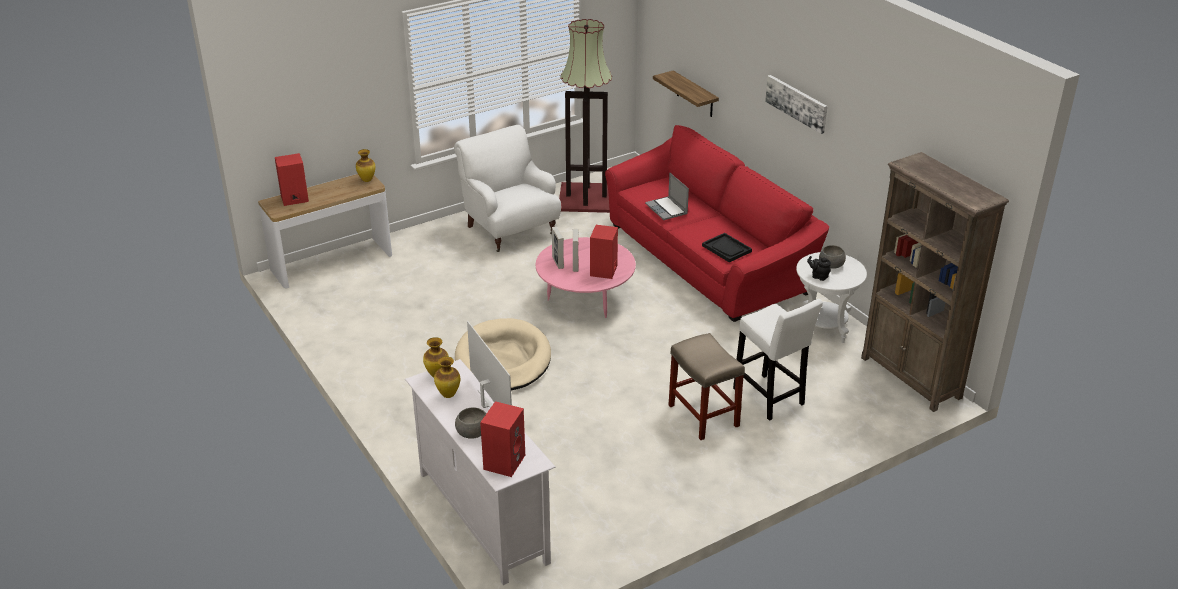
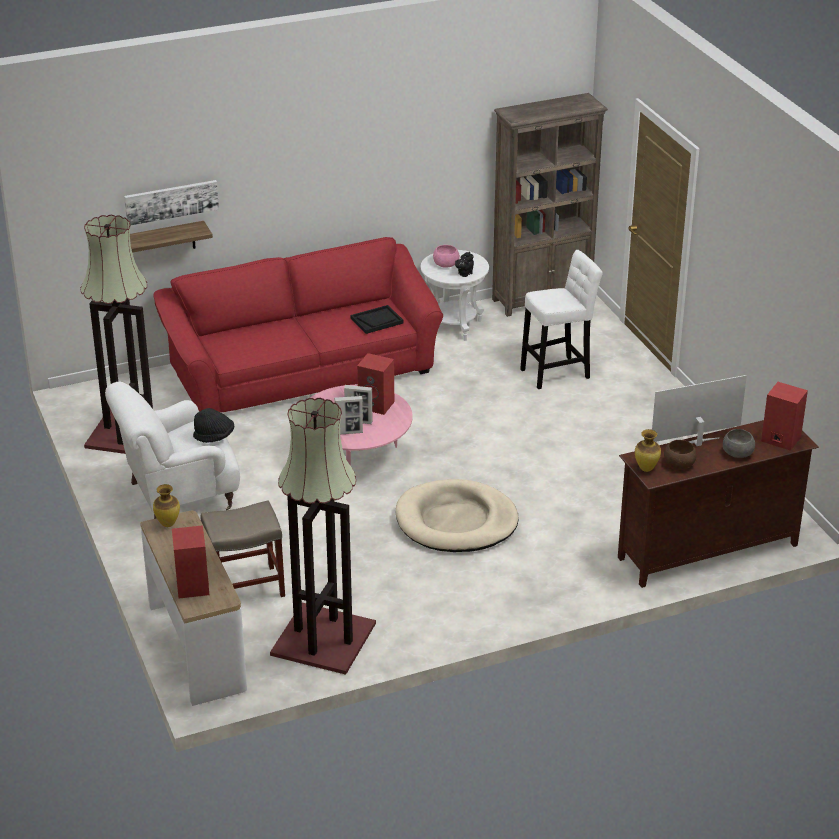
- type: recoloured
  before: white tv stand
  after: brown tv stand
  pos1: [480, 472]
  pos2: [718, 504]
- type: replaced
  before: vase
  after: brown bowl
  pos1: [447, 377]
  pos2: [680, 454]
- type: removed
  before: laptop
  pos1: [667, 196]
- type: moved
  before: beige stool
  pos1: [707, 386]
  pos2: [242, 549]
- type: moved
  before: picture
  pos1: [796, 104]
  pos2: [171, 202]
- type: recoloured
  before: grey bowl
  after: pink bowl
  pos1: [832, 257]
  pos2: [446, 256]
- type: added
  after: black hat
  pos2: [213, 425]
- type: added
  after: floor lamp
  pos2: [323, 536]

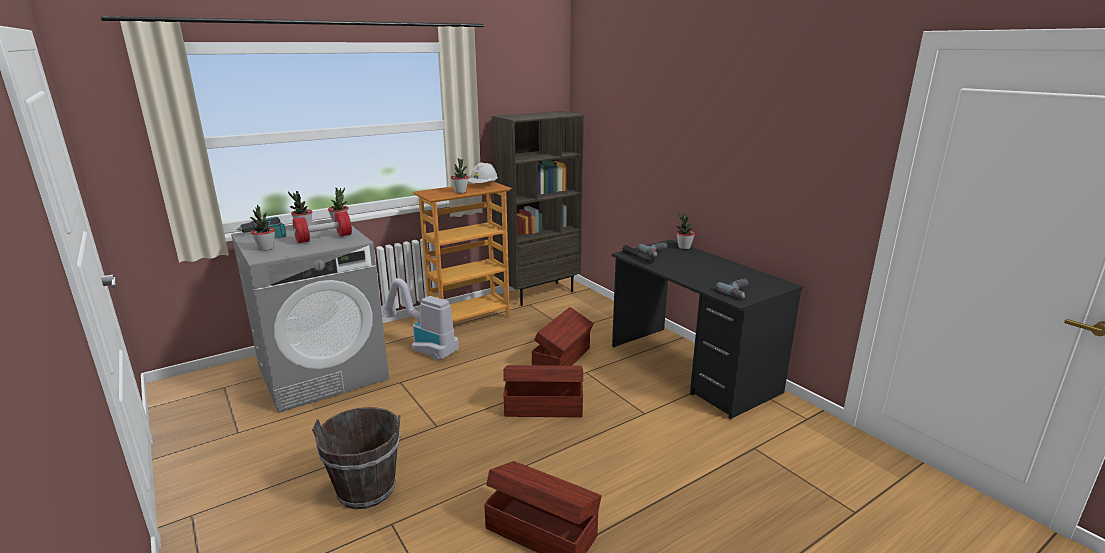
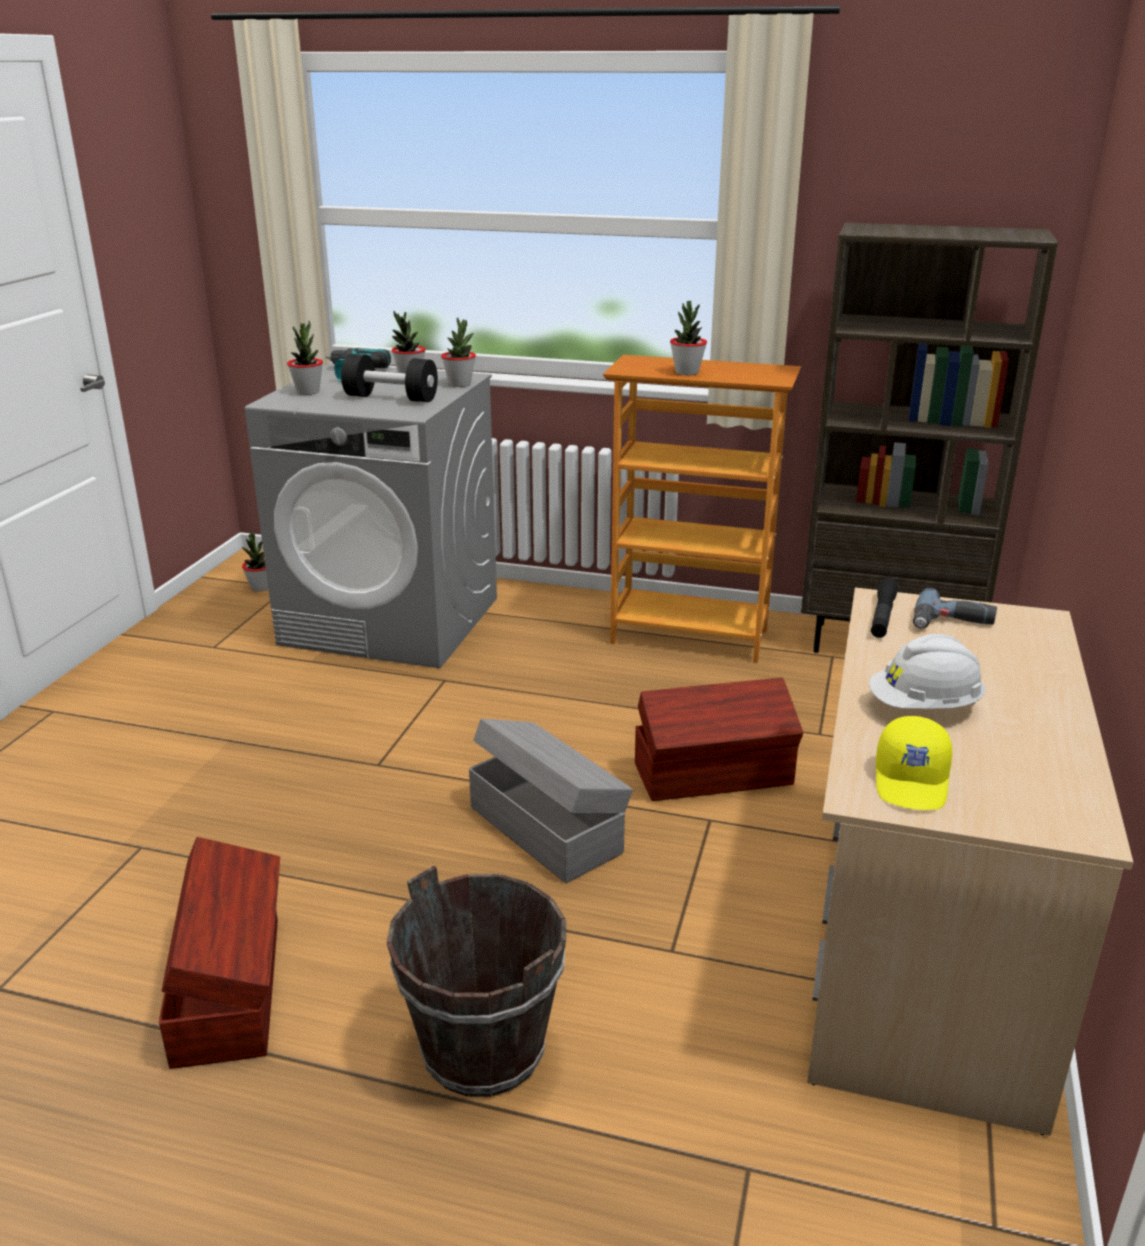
- type: recoloured
  before: red dumbbell
  after: black dumbbell
  pos1: [322, 227]
  pos2: [389, 378]
- type: moved
  before: brown bucket
  pos1: [356, 458]
  pos2: [476, 981]
- type: removed
  before: vacuum cleaner
  pos1: [420, 319]
- type: moved
  before: white hard hat
  pos1: [483, 173]
  pos2: [927, 671]
- type: recoloured
  before: brown storage box
  after: grey storage box
  pos1: [543, 391]
  pos2: [551, 801]
- type: recoloured
  before: black desk
  after: beige desk
  pos1: [707, 329]
  pos2: [970, 861]
- type: moved
  before: potted plant
  pos1: [685, 231]
  pos2: [254, 561]
- type: replaced
  before: power drill
  after: yellow cap
  pos1: [732, 288]
  pos2: [914, 763]

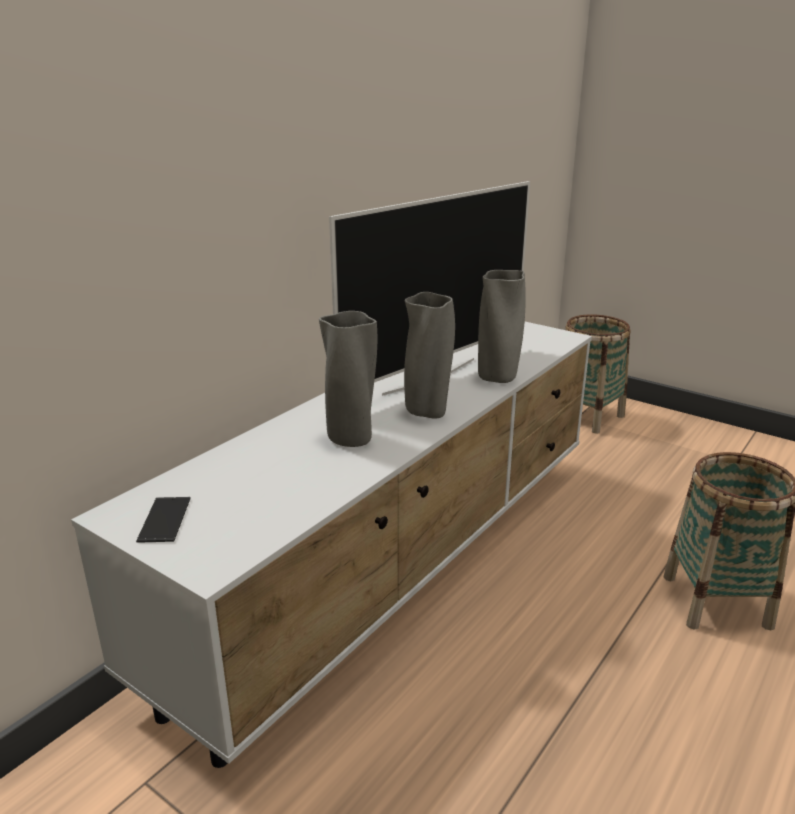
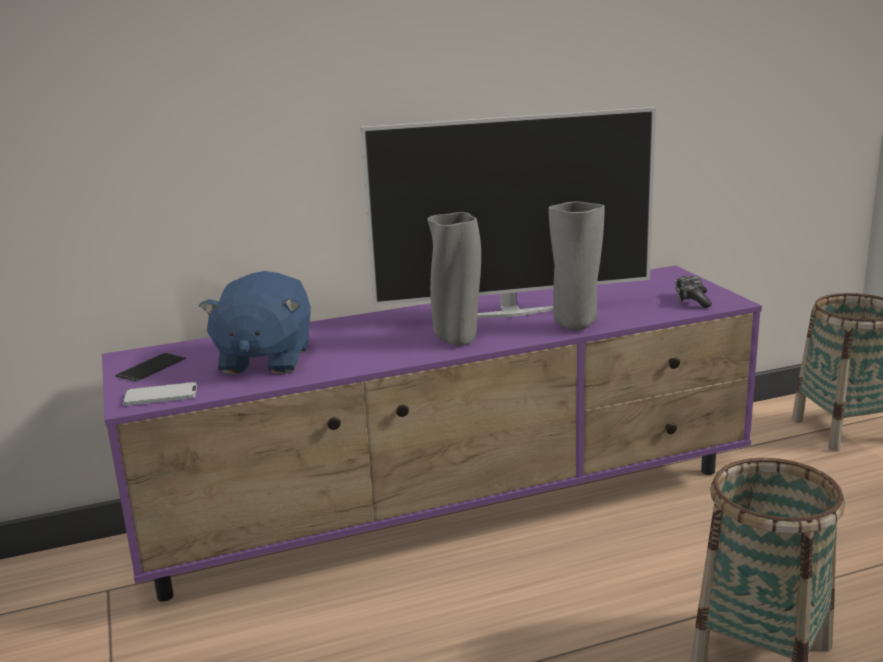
- type: recoloured
  before: white tv stand
  after: purple tv stand
  pos1: [331, 545]
  pos2: [432, 434]
- type: removed
  before: grey vase
  pos1: [348, 379]
- type: added
  after: phone
  pos2: [160, 394]
- type: added
  after: blue plush toy
  pos2: [255, 322]
- type: added
  after: game controller
  pos2: [693, 292]

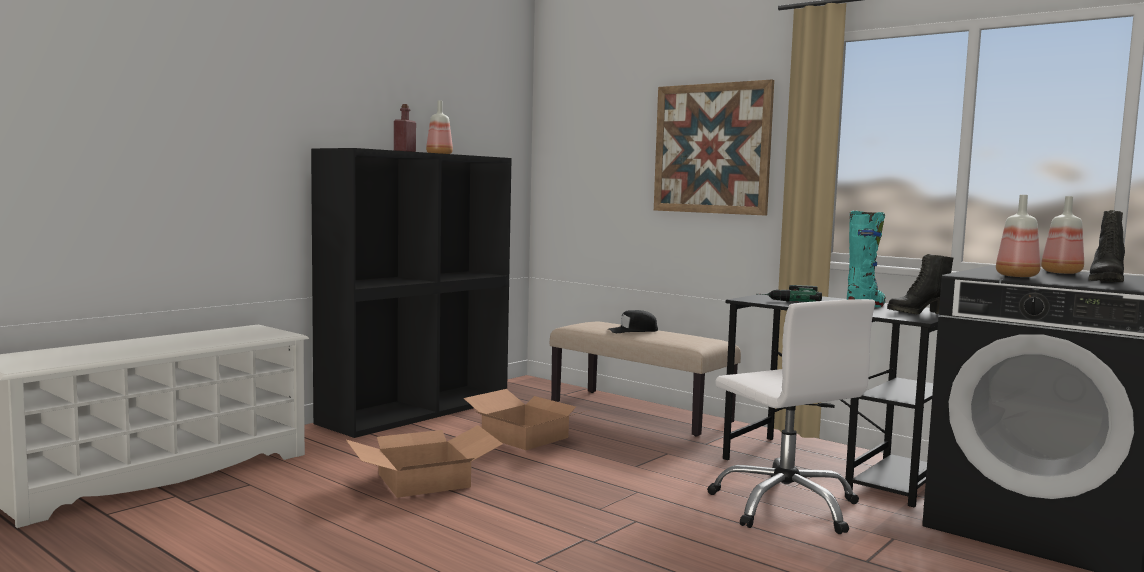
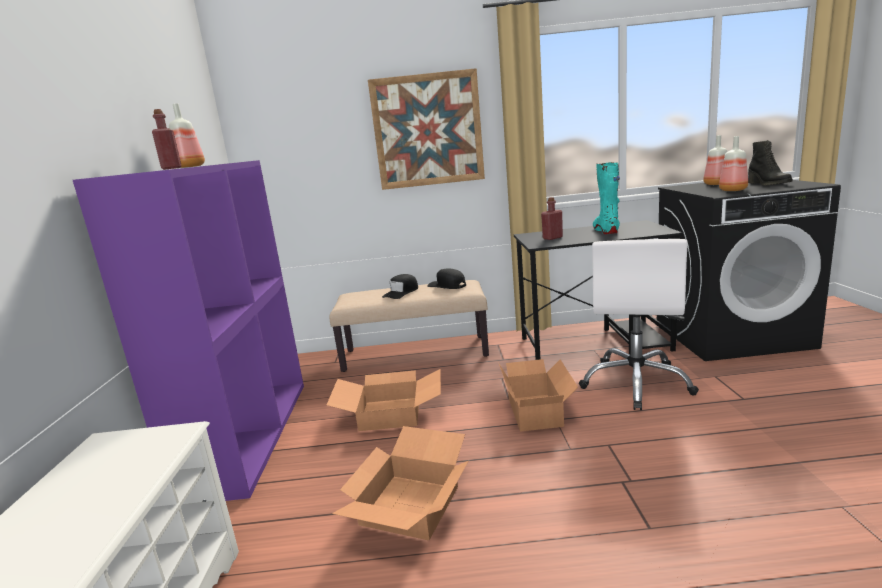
- type: recoloured
  before: black bookcase
  after: purple bookcase
  pos1: [411, 293]
  pos2: [188, 330]
- type: turned
  before: white office chair
  pos1: [791, 416]
  pos2: [639, 324]
  turn: 90
- type: replaced
  before: power drill
  after: red bottle
  pos1: [789, 293]
  pos2: [552, 218]
- type: removed
  before: black boot
  pos1: [920, 284]
- type: added
  after: black cap
  pos2: [446, 279]
- type: added
  after: cardboard box
  pos2: [538, 395]

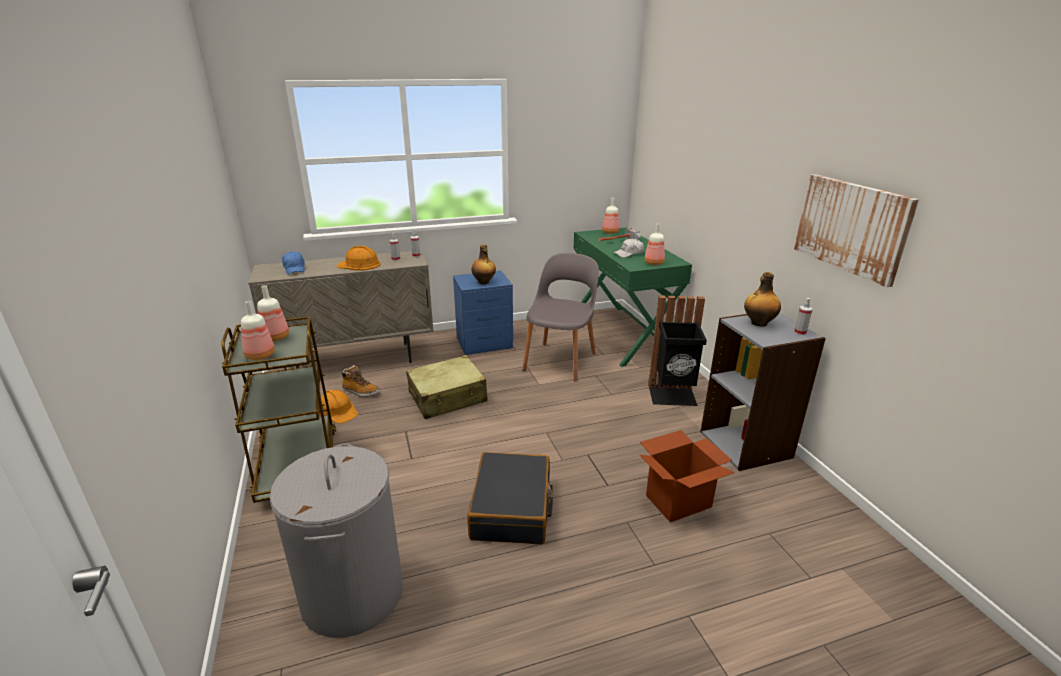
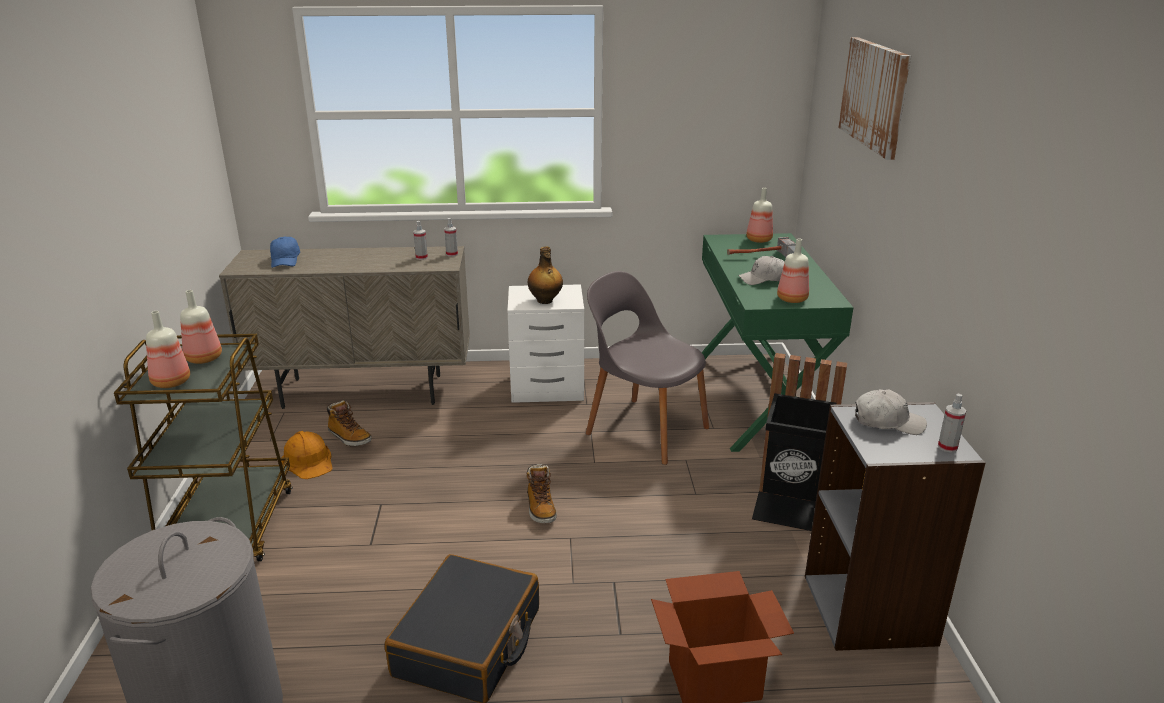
- type: removed
  before: orange hard hat
  pos1: [358, 258]
- type: removed
  before: beige suitcase
  pos1: [447, 387]
- type: recoloured
  before: blue nightstand
  after: white nightstand
  pos1: [483, 313]
  pos2: [545, 343]
- type: turned
  before: grey chair
  pos1: [560, 317]
  pos2: [647, 368]
  turn: -90
- type: replaced
  before: bottle
  after: white cap
  pos1: [762, 299]
  pos2: [891, 412]
- type: moved
  before: picture
  pos1: [856, 230]
  pos2: [874, 98]
- type: added
  after: boot
  pos2: [542, 493]

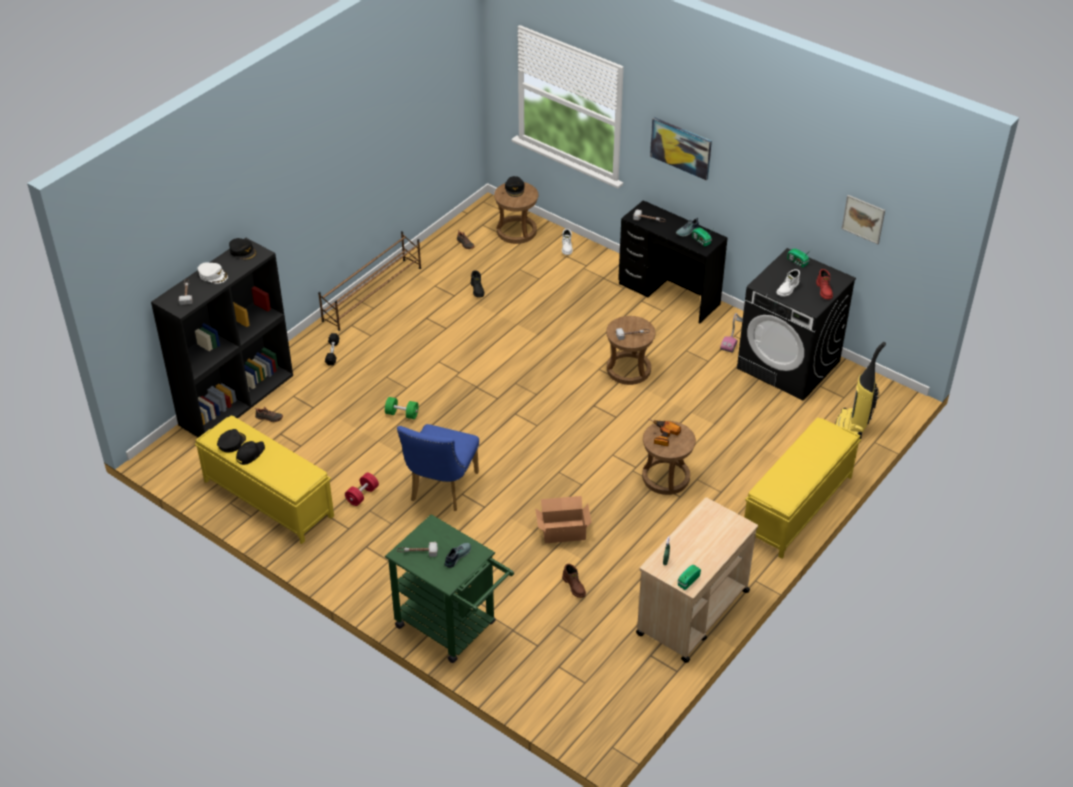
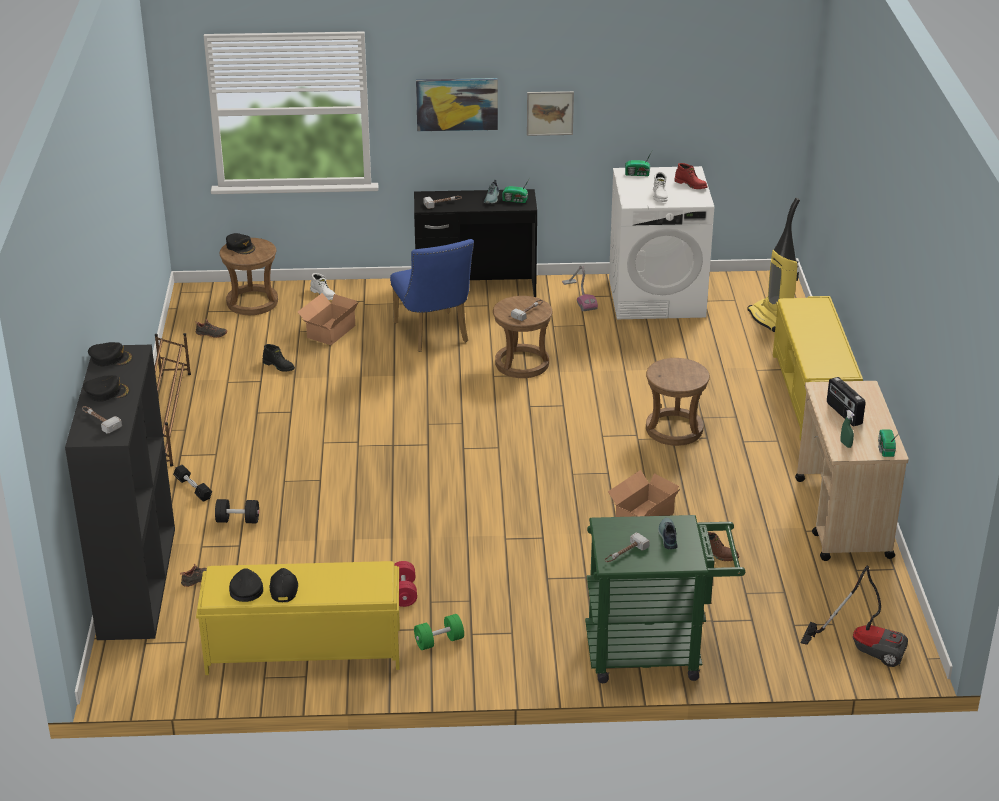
- type: recoloured
  before: white cap
  after: black cap
  pos1: [212, 272]
  pos2: [106, 388]
- type: moved
  before: green dumbbell
  pos1: [402, 408]
  pos2: [439, 632]
- type: moved
  before: blue chair
  pos1: [438, 467]
  pos2: [432, 295]
- type: removed
  before: power drill
  pos1: [664, 432]
- type: recoloured
  before: black washing machine
  after: white washing machine
  pos1: [796, 324]
  pos2: [661, 242]
- type: moved
  before: picture
  pos1: [863, 219]
  pos2: [550, 113]
- type: added
  after: black dumbbell
  pos2: [237, 511]
- type: added
  after: cardboard box
  pos2: [328, 319]
- type: added
  after: vacuum cleaner
  pos2: [854, 616]
- type: added
  after: radio
  pos2: [846, 402]

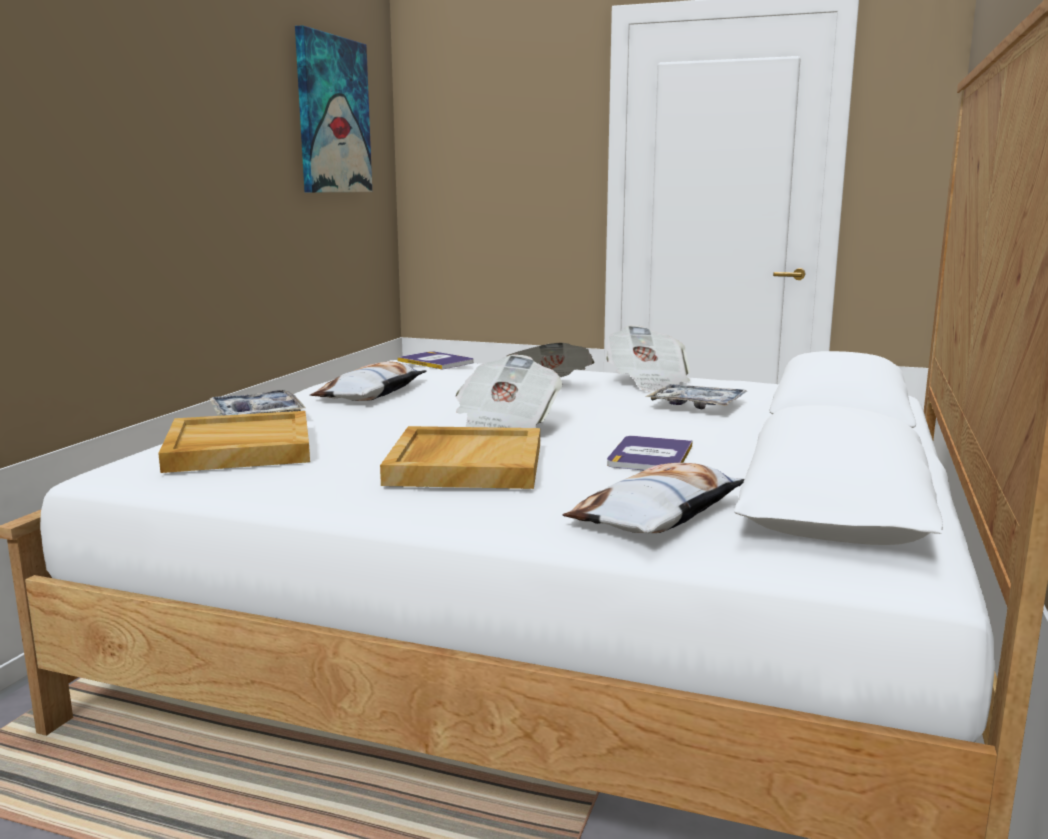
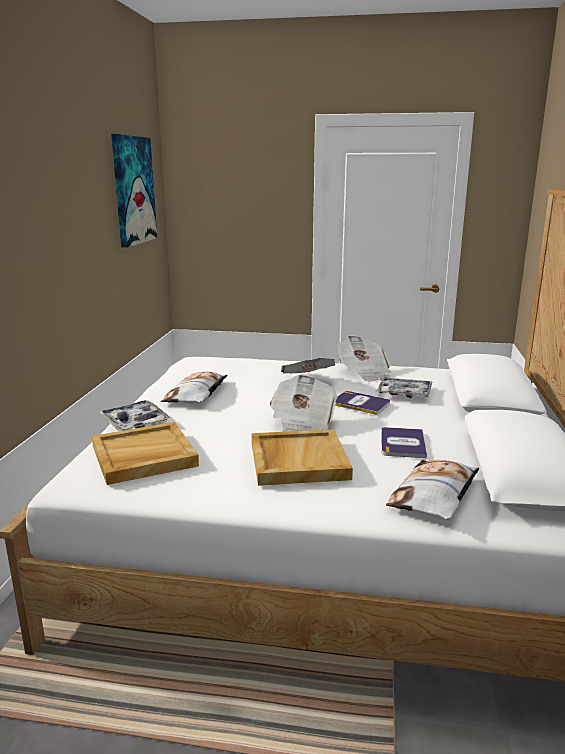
- type: moved
  before: book
  pos1: [435, 360]
  pos2: [362, 403]

